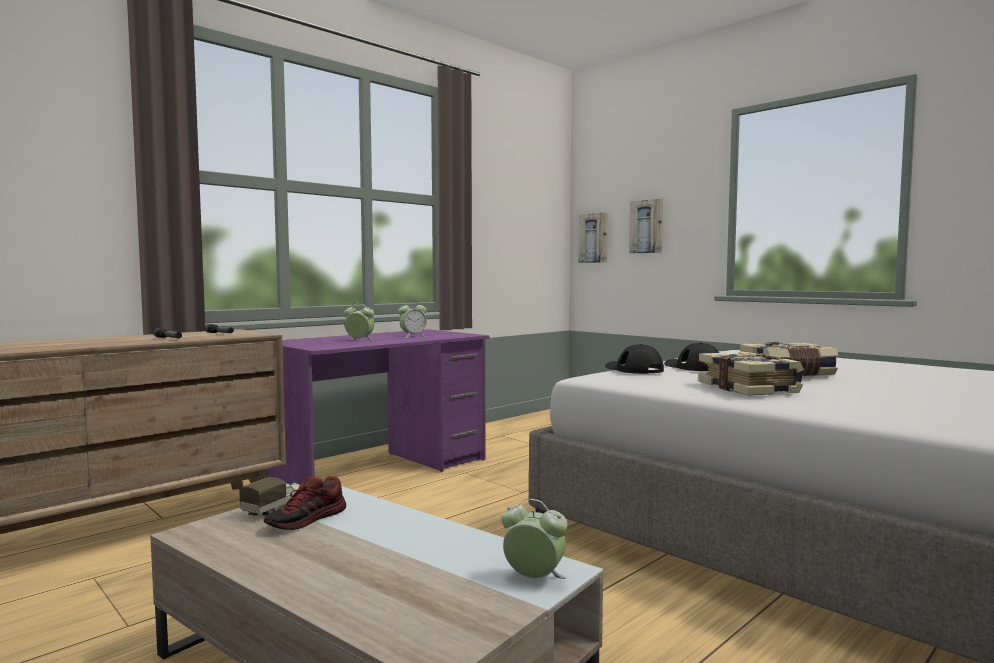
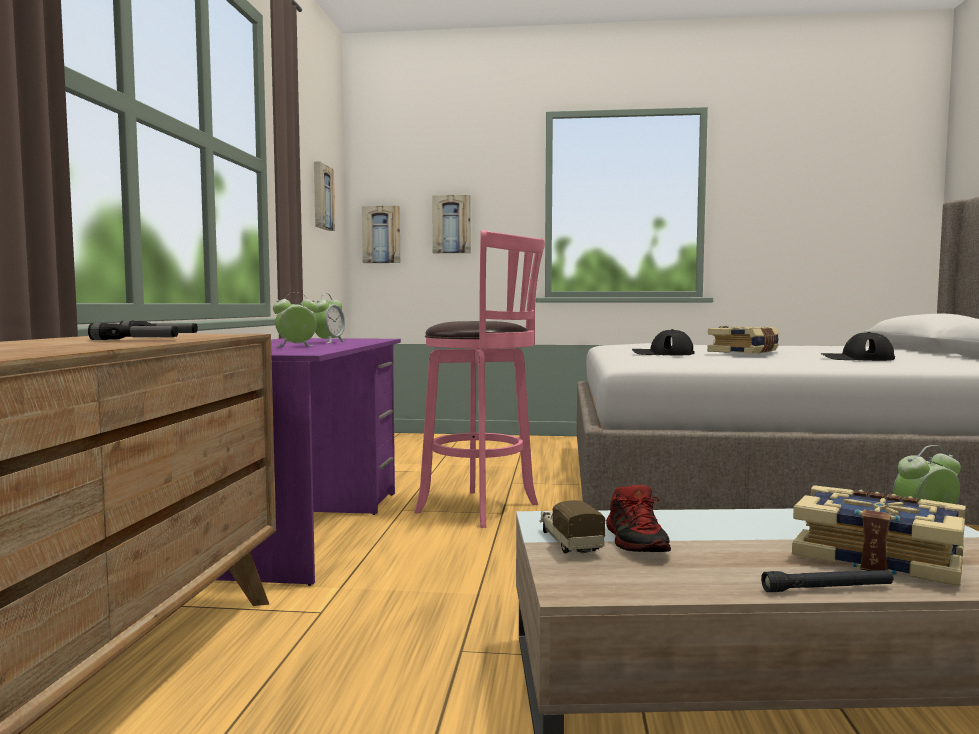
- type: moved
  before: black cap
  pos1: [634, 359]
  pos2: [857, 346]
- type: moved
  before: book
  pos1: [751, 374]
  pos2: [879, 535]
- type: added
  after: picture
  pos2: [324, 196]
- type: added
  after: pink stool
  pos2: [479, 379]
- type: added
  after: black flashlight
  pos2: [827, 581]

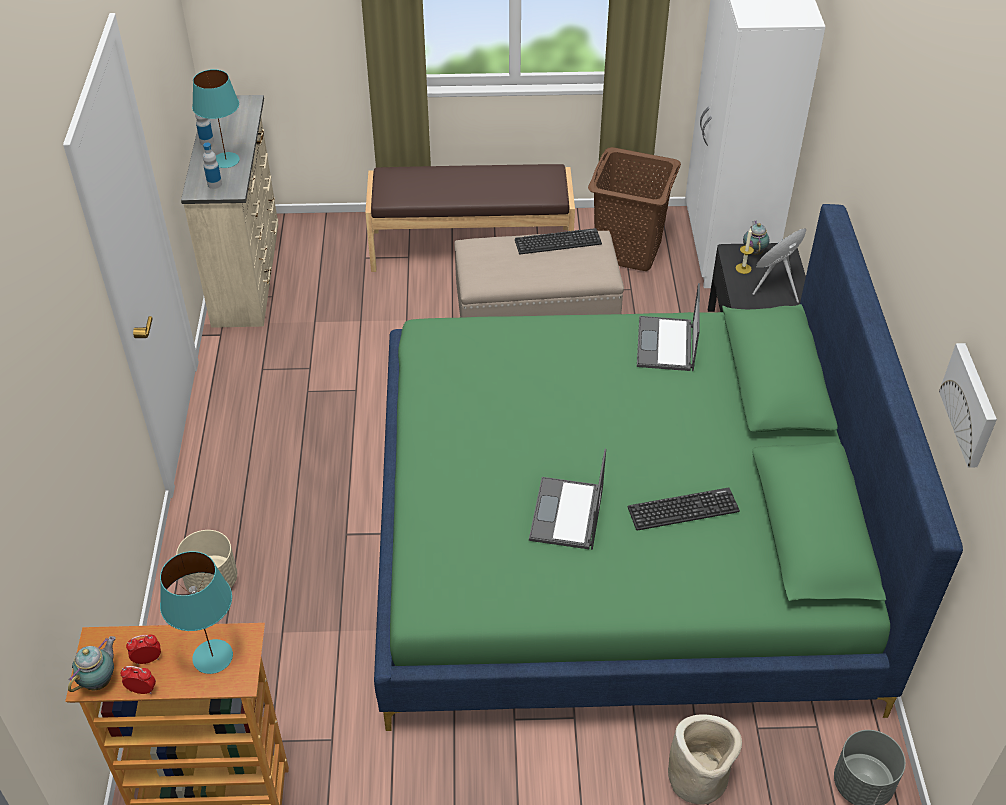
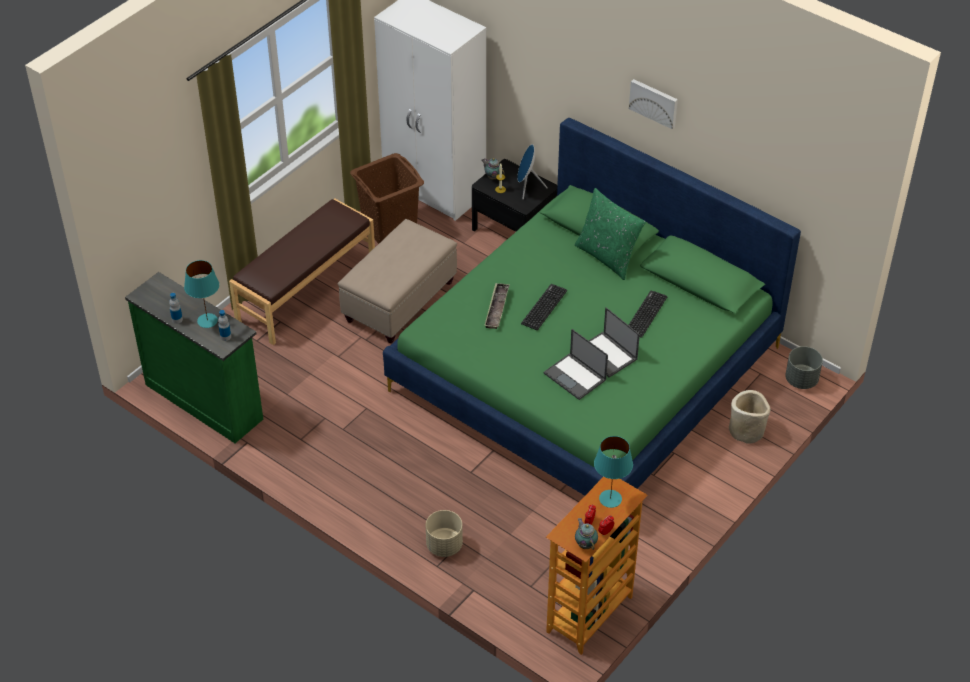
- type: recoloured
  before: beige dresser
  after: green dresser
  pos1: [229, 211]
  pos2: [194, 357]
- type: moved
  before: keyboard
  pos1: [558, 241]
  pos2: [544, 307]
- type: moved
  before: laptop
  pos1: [668, 327]
  pos2: [576, 364]
- type: moved
  before: picture
  pos1: [968, 405]
  pos2: [653, 104]
- type: added
  after: tray
  pos2: [497, 306]
- type: added
  after: green pillow
  pos2: [610, 234]

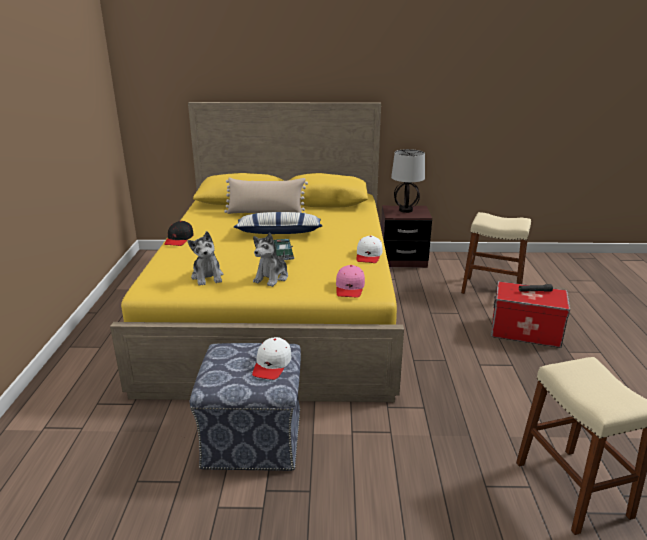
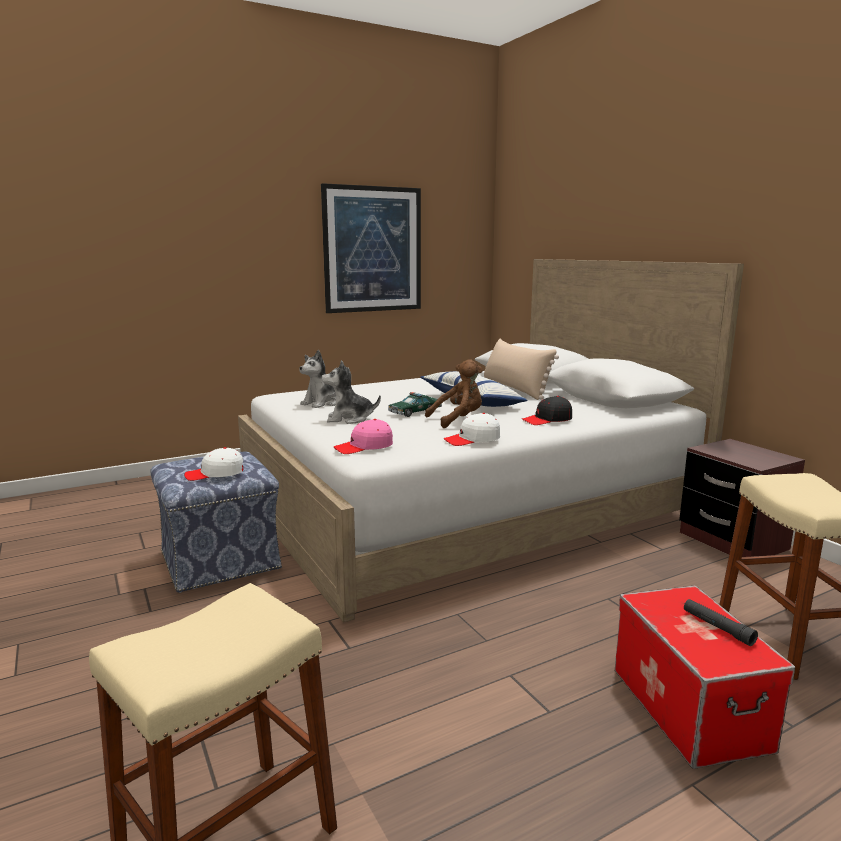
- type: recoloured
  before: yellow bed
  after: white bed
  pos1: [257, 252]
  pos2: [491, 441]
- type: moved
  before: black cap
  pos1: [179, 233]
  pos2: [547, 410]
- type: removed
  before: table lamp
  pos1: [408, 181]
- type: added
  after: picture
  pos2: [371, 248]
- type: added
  after: brown plush toy
  pos2: [454, 393]

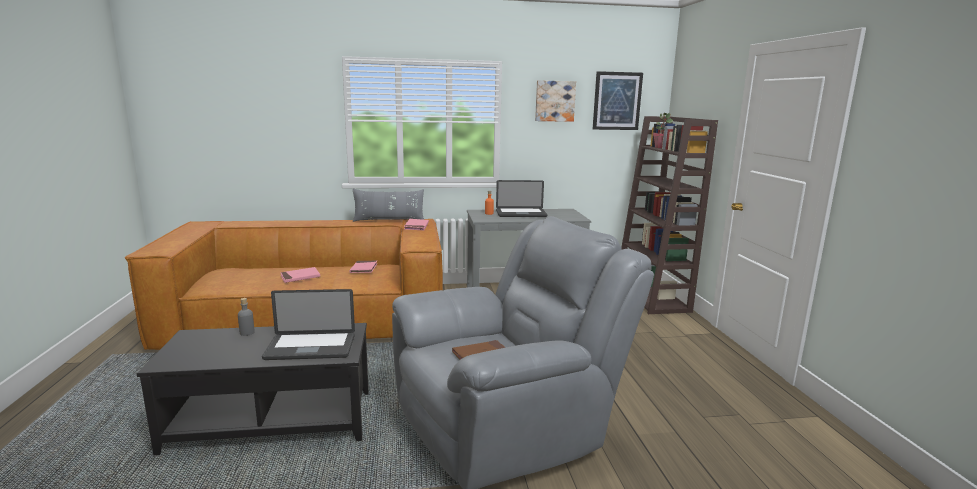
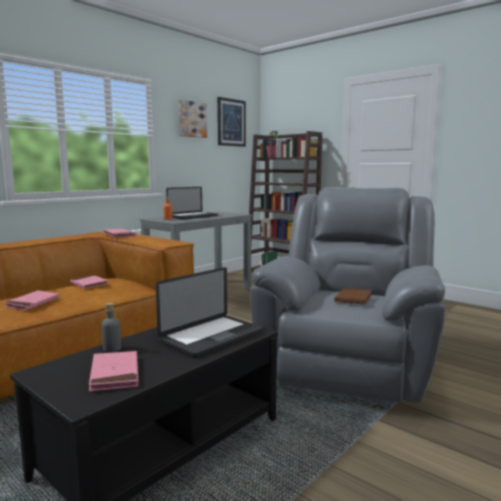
- type: removed
  before: grey pillow
  pos1: [388, 205]
- type: added
  after: pink book
  pos2: [113, 371]

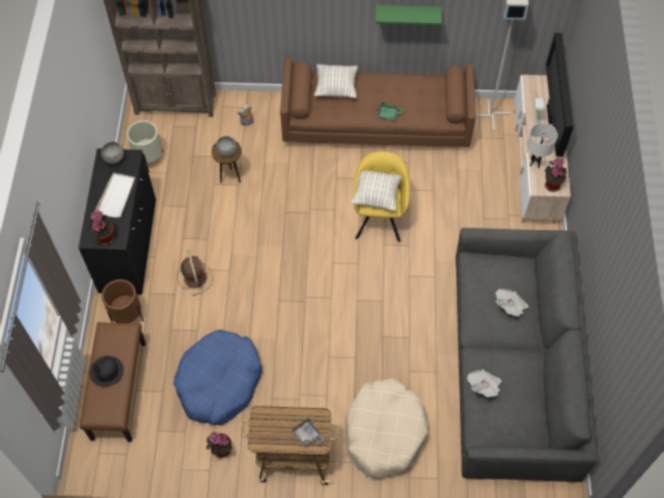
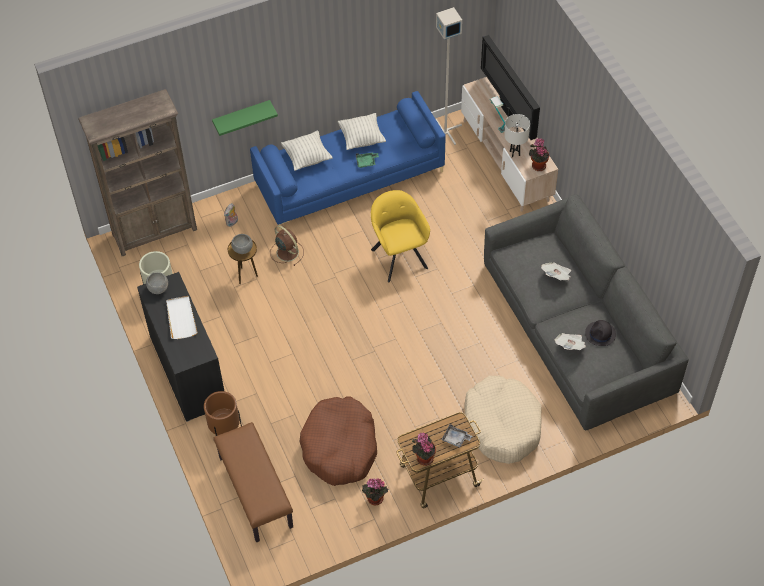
- type: moved
  before: potted plant
  pos1: [101, 228]
  pos2: [424, 449]
- type: moved
  before: black hat
  pos1: [107, 371]
  pos2: [600, 333]
- type: recoloured
  before: blue dog bed
  after: brown dog bed
  pos1: [217, 377]
  pos2: [338, 441]
- type: moved
  before: brown fan
  pos1: [195, 273]
  pos2: [287, 245]
- type: recoloured
  before: brown sofa
  after: blue sofa
  pos1: [378, 105]
  pos2: [348, 160]
- type: moved
  before: pillow
  pos1: [376, 191]
  pos2: [362, 131]
- type: moved
  before: green shelf
  pos1: [408, 15]
  pos2: [245, 118]

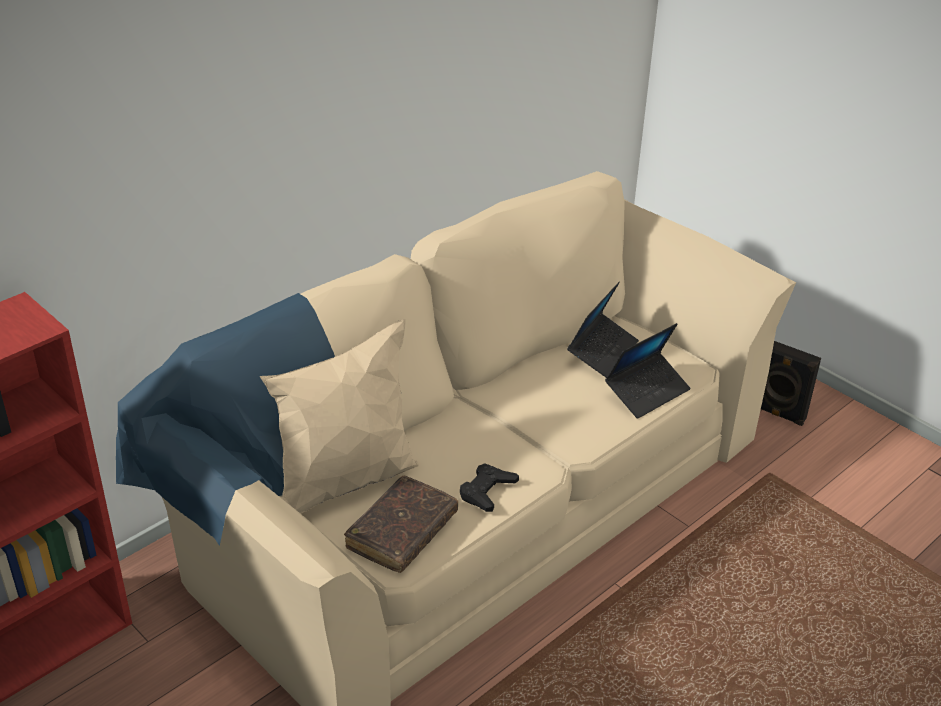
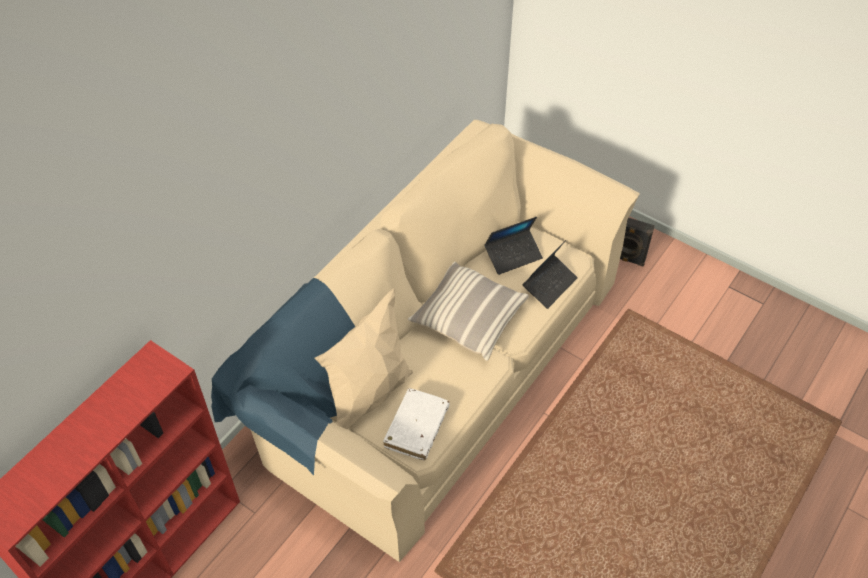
- type: recoloured
  before: brown book
  after: white book
  pos1: [401, 524]
  pos2: [416, 424]
- type: removed
  before: black game controller
  pos1: [489, 487]
- type: turned
  before: laptop
  pos1: [603, 330]
  pos2: [513, 246]
  turn: 45
- type: added
  after: pillow
  pos2: [468, 311]

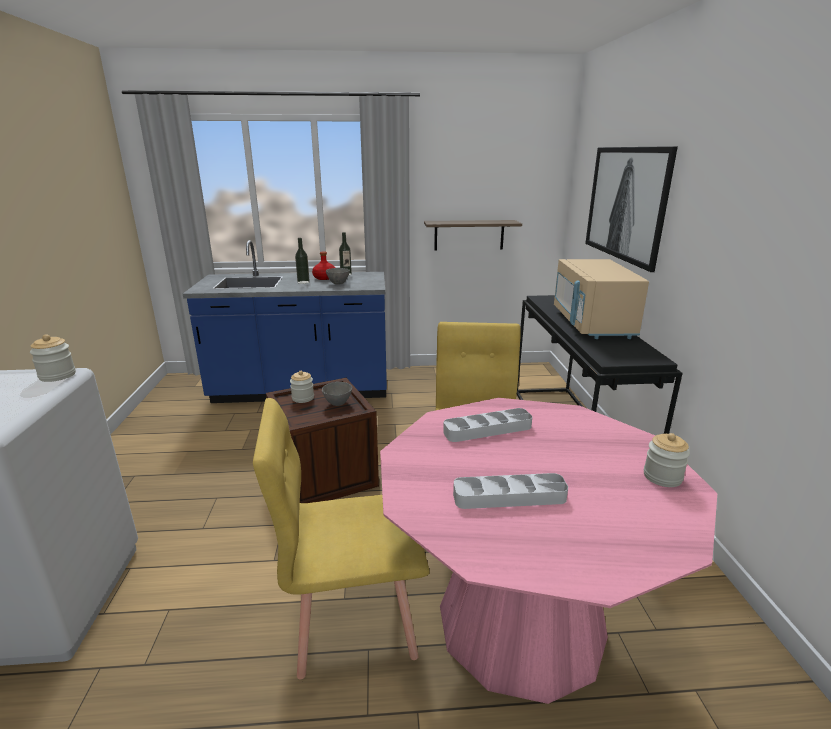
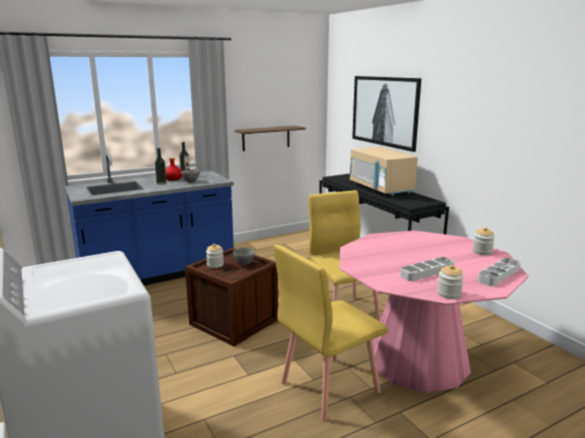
- type: moved
  before: jar
  pos1: [53, 358]
  pos2: [450, 282]
- type: moved
  before: grey tray
  pos1: [487, 425]
  pos2: [499, 272]

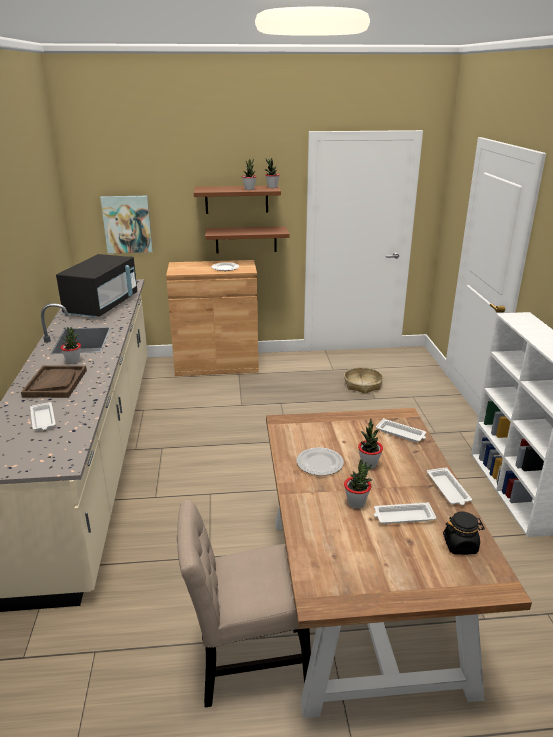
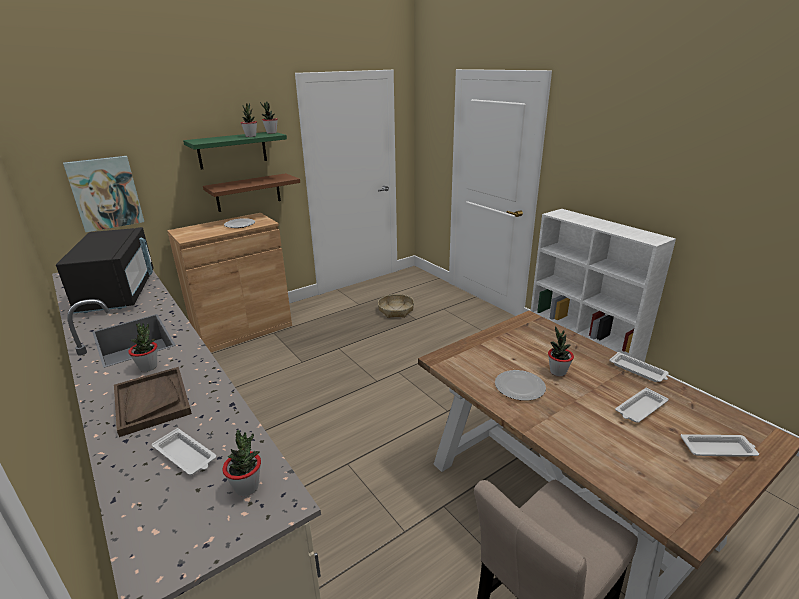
- type: recoloured
  before: brown shelf
  after: green shelf
  pos1: [237, 199]
  pos2: [235, 151]
- type: moved
  before: potted plant
  pos1: [358, 484]
  pos2: [241, 463]
- type: moved
  before: white tray
  pos1: [401, 430]
  pos2: [719, 445]
- type: removed
  before: black jar
  pos1: [464, 533]

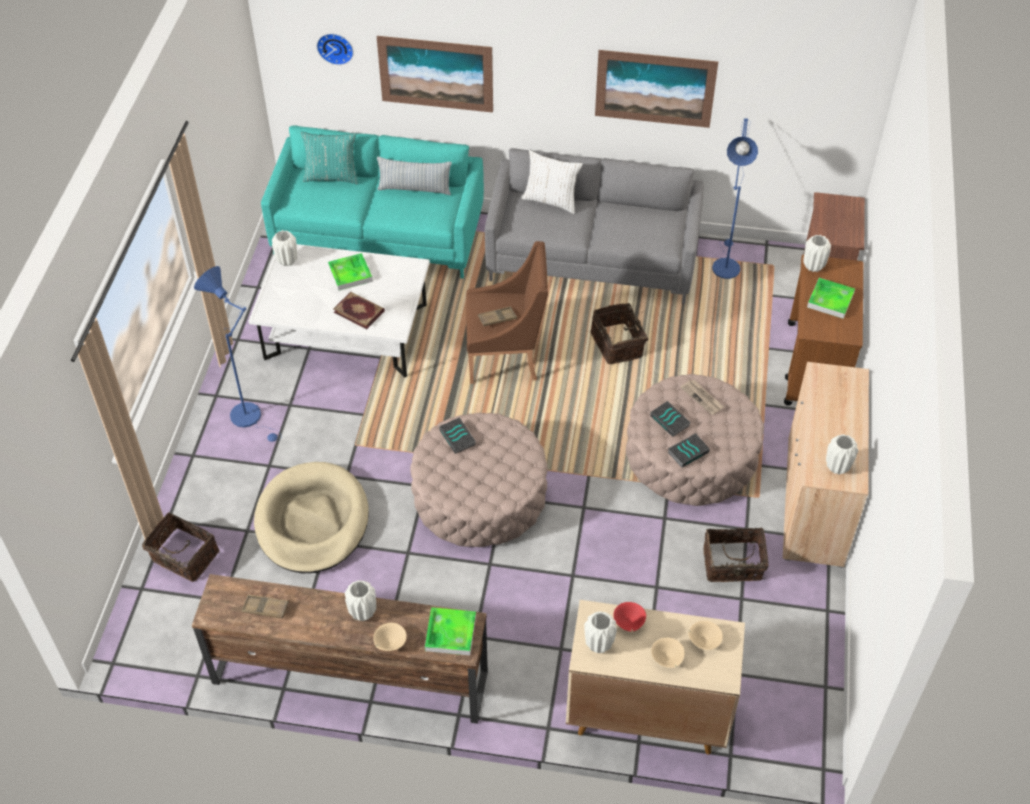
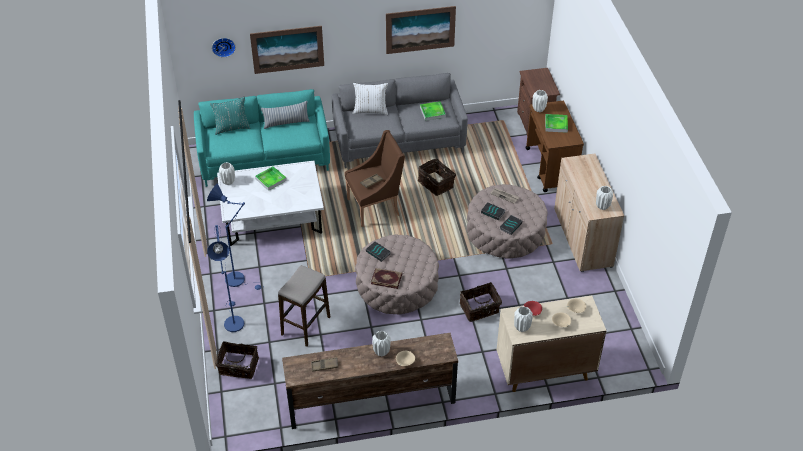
- type: replaced
  before: beige dog bed
  after: stool
  pos1: [311, 517]
  pos2: [304, 306]
- type: moved
  before: book
  pos1: [359, 310]
  pos2: [386, 278]
- type: moved
  before: tray
  pos1: [450, 631]
  pos2: [433, 111]
- type: moved
  before: basket
  pos1: [736, 555]
  pos2: [481, 302]
- type: moved
  before: blue floor lamp
  pos1: [735, 198]
  pos2: [225, 278]

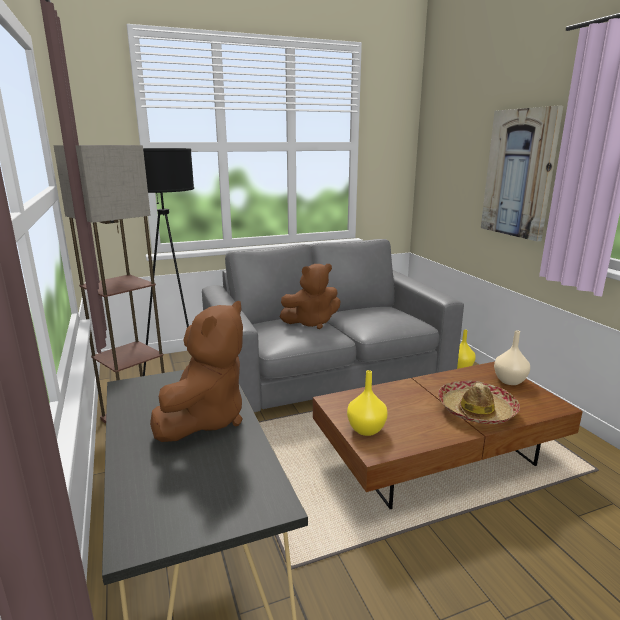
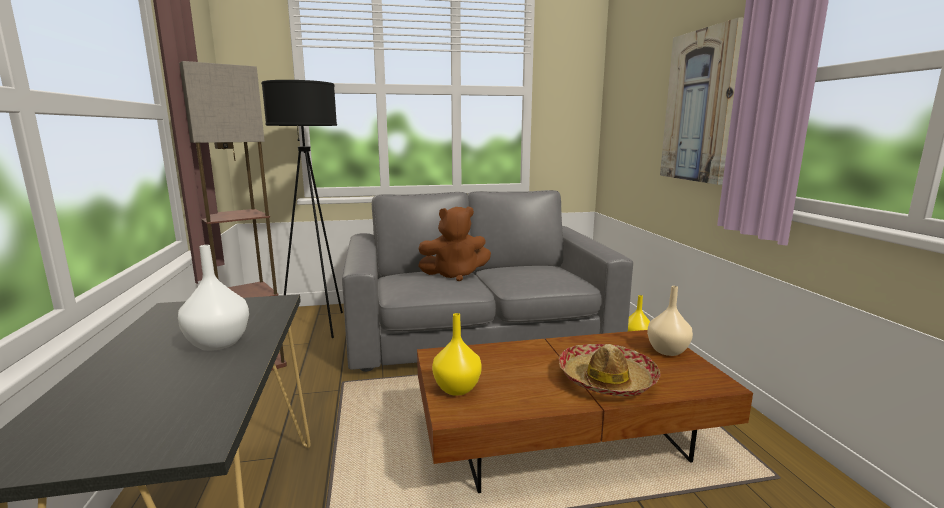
- type: replaced
  before: brown plush toy
  after: white vase
  pos1: [196, 371]
  pos2: [213, 298]

